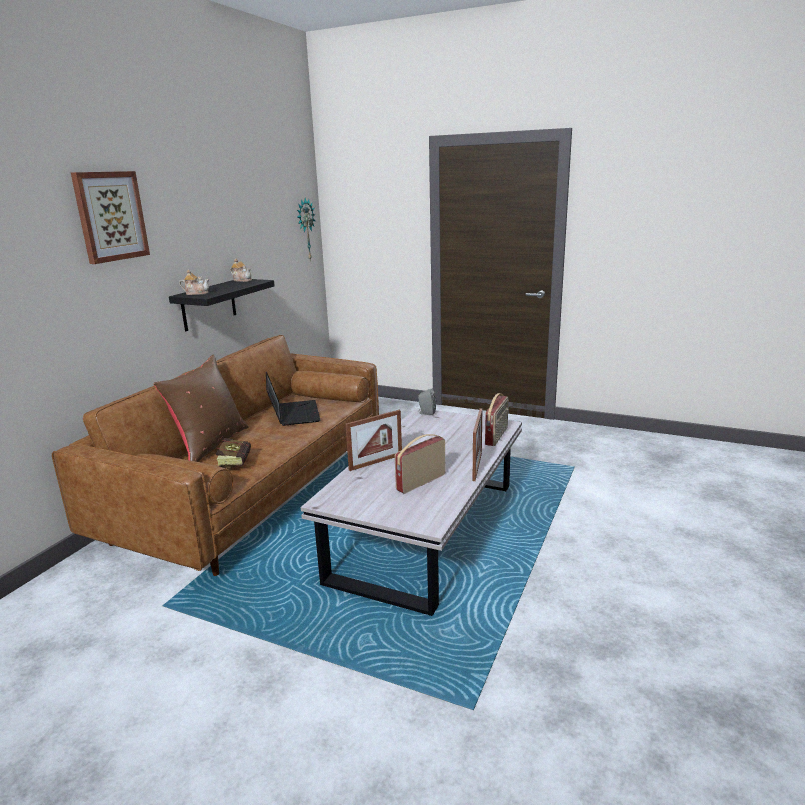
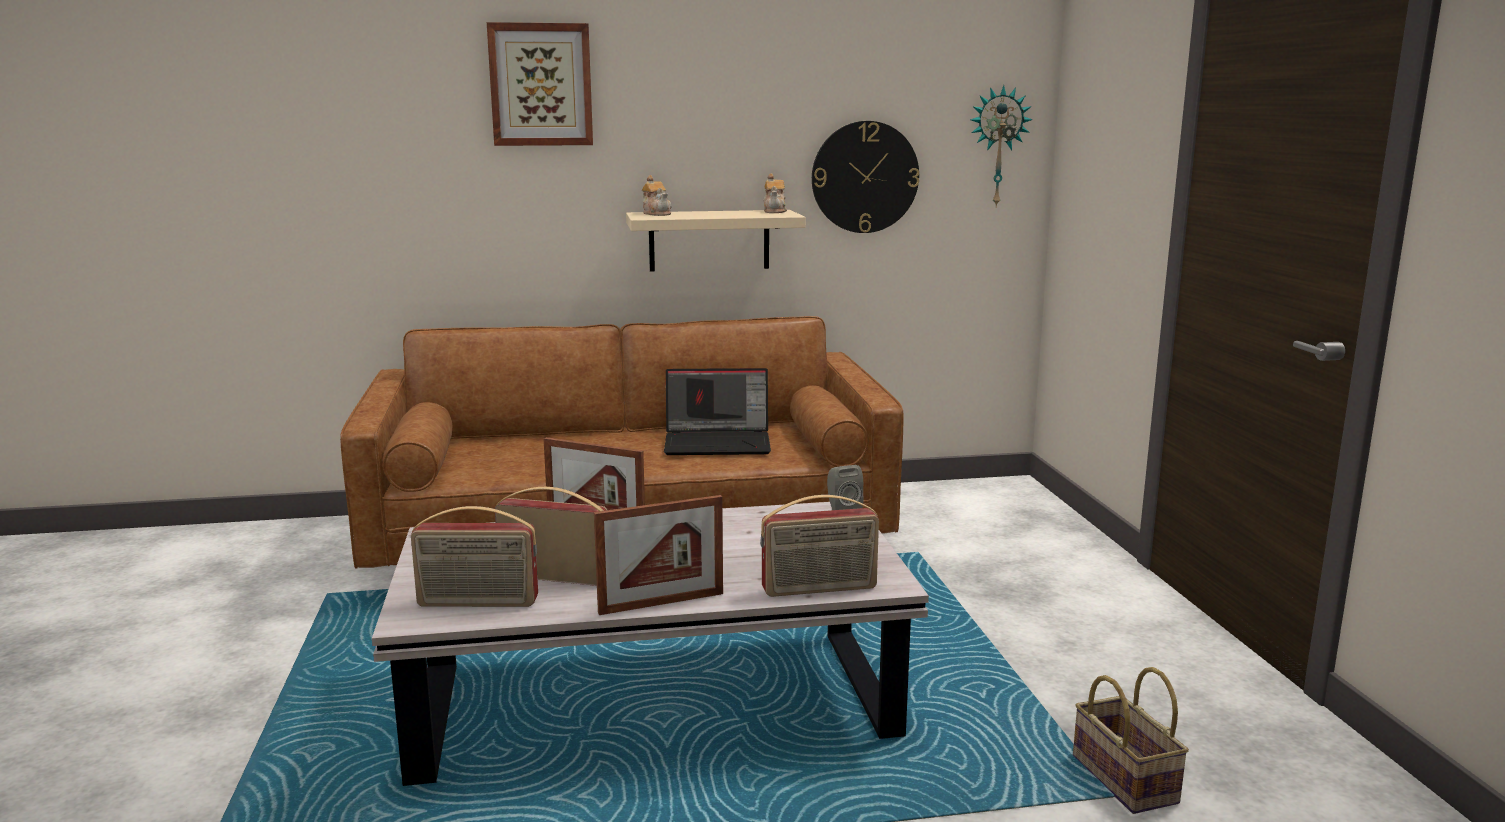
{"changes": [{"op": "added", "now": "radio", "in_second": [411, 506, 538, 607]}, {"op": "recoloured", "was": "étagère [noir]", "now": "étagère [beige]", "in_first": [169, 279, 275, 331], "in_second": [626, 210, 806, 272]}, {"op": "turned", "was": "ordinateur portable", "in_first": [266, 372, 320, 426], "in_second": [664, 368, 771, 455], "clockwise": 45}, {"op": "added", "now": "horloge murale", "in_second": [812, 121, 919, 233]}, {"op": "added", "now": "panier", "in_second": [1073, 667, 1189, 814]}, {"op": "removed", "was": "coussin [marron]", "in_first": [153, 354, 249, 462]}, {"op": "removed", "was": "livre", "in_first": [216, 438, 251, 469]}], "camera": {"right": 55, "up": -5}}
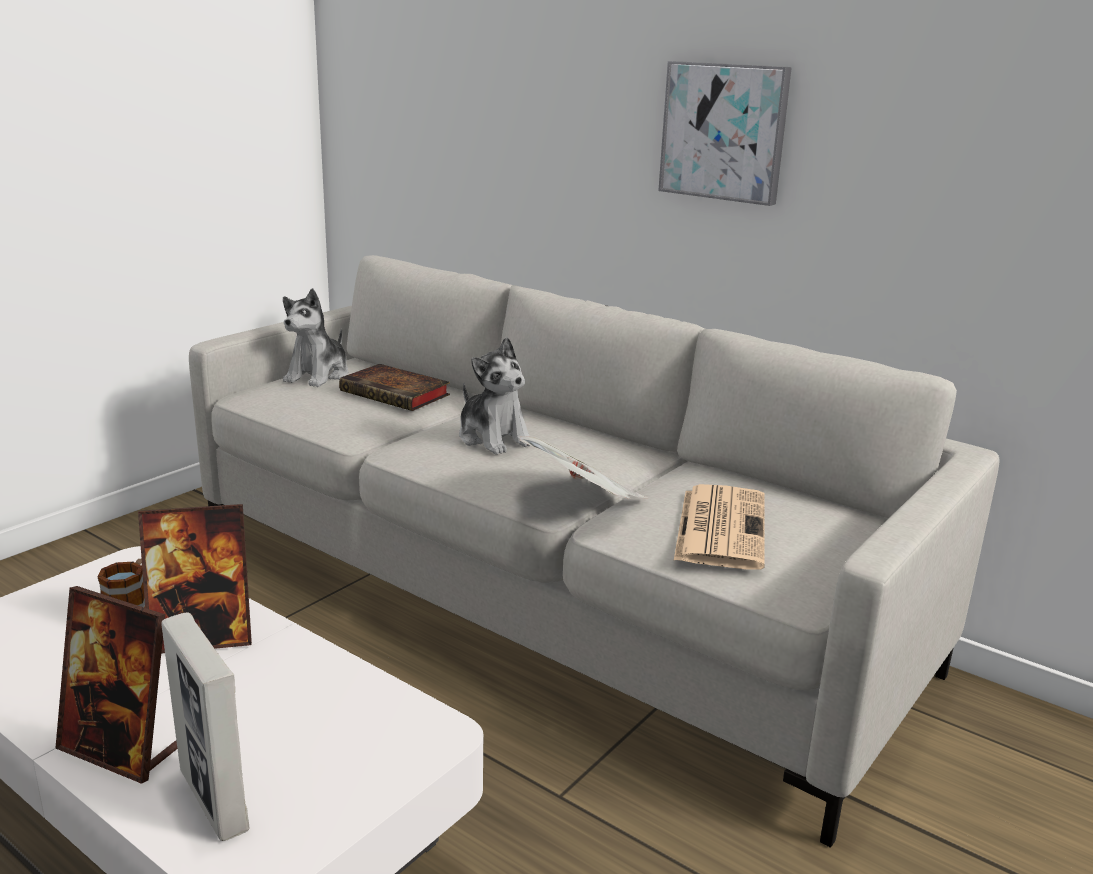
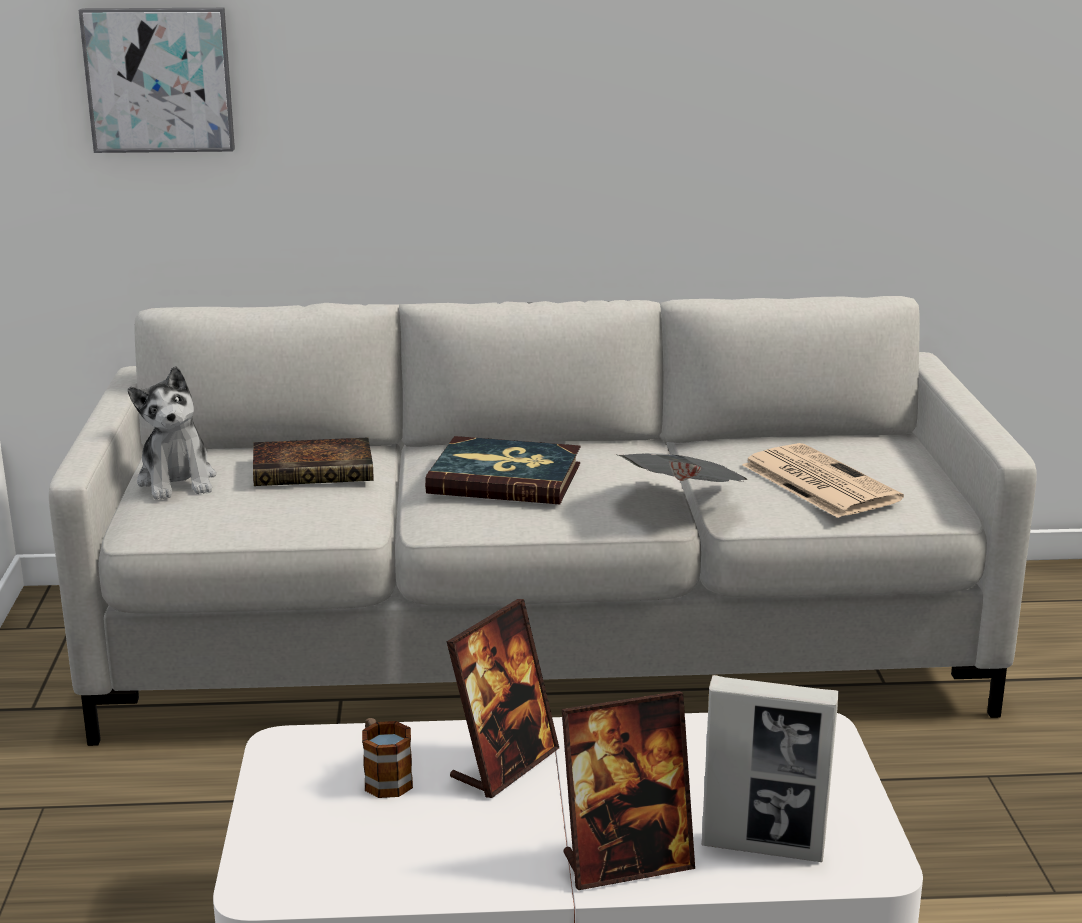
{"changes": [{"op": "moved", "was": "tableau", "in_first": [658, 61, 792, 206], "in_second": [78, 8, 235, 153]}, {"op": "replaced", "was": "peluche", "now": "livre", "in_first": [459, 337, 530, 455], "in_second": [425, 436, 580, 504]}], "camera": {"right": -40, "up": 0}}
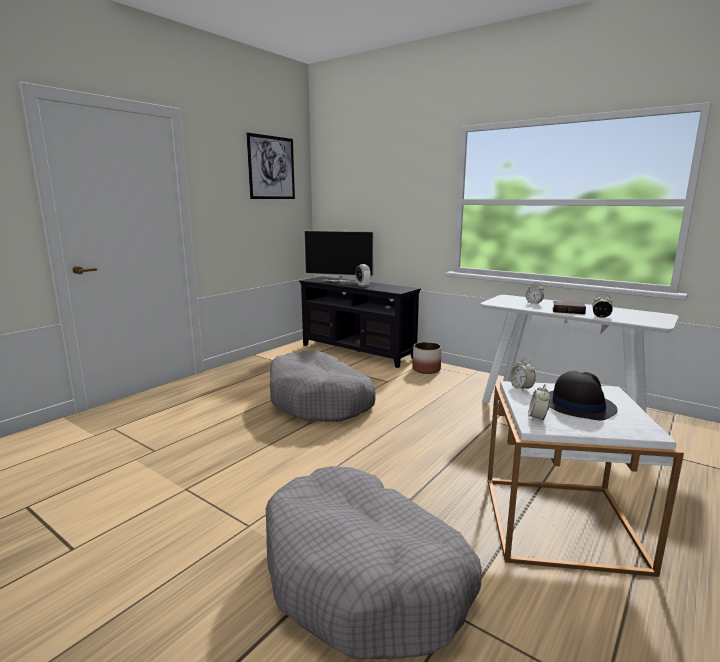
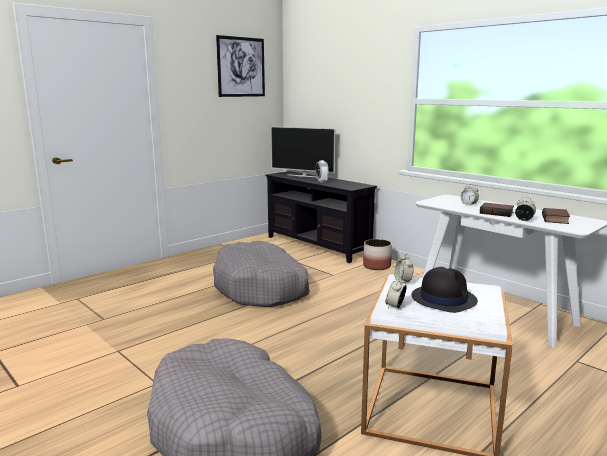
{"changes": [{"op": "added", "now": "livre", "in_second": [542, 208, 570, 224]}], "camera": {"right": 10, "up": 0}}
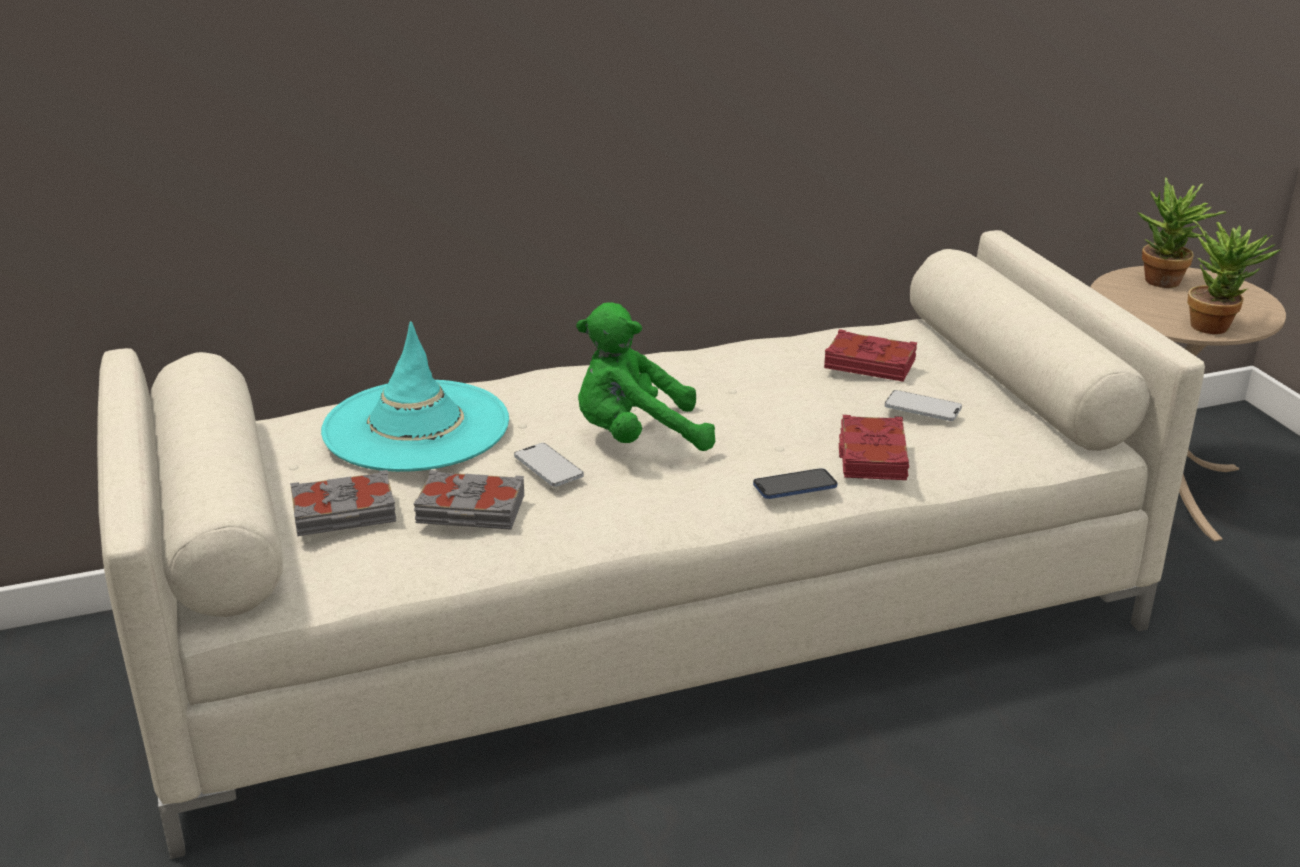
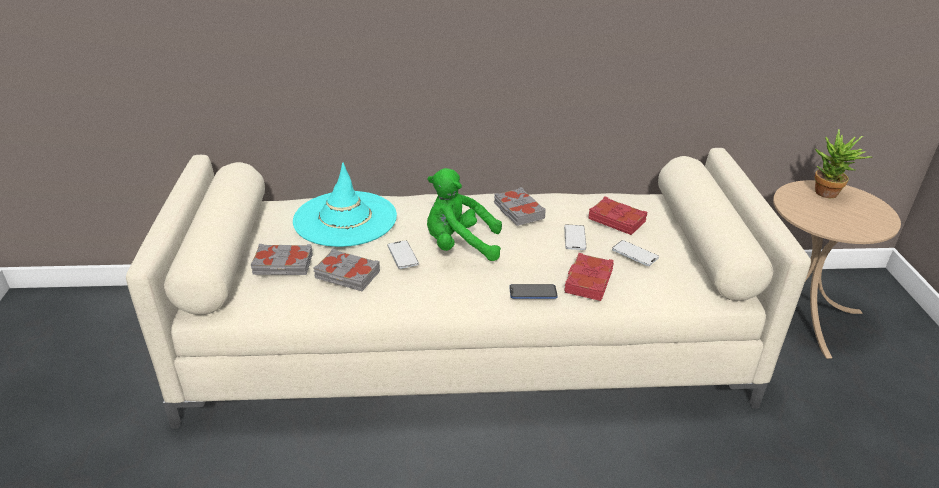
{"changes": [{"op": "added", "now": "livre [gris]", "in_second": [494, 187, 546, 226]}, {"op": "added", "now": "téléphone", "in_second": [564, 224, 586, 250]}, {"op": "removed", "was": "plante en pot", "in_first": [1187, 220, 1281, 334]}], "camera": {"right": 15, "up": 5}}
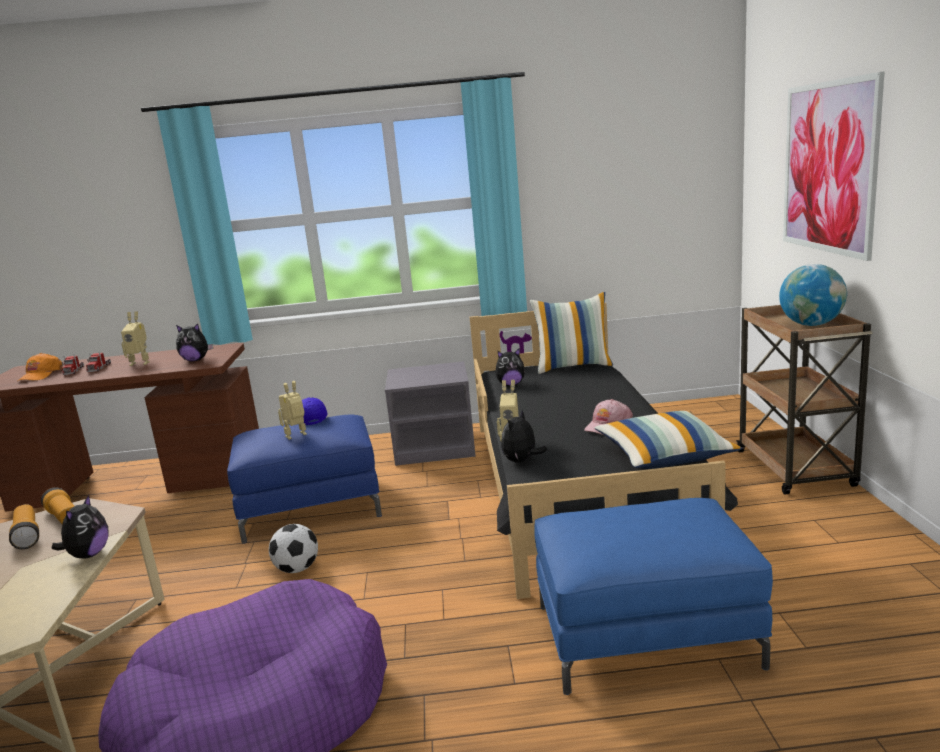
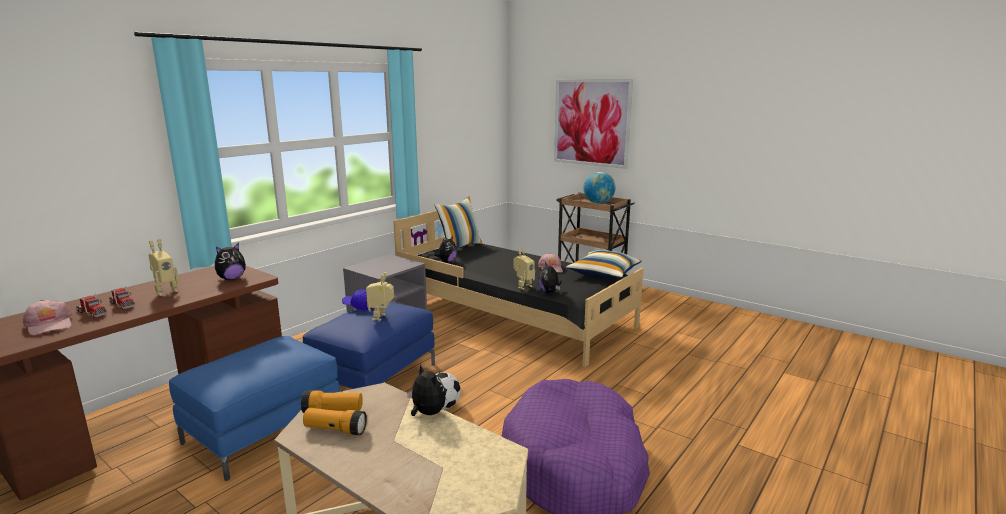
{"changes": [{"op": "recoloured", "was": "casquette [orange]", "now": "casquette [rose]", "in_first": [17, 353, 63, 381], "in_second": [22, 300, 72, 336]}, {"op": "moved", "was": "pouf [bleu]", "in_first": [535, 498, 773, 695], "in_second": [169, 336, 340, 481]}], "camera": {"right": -50, "up": 0}}
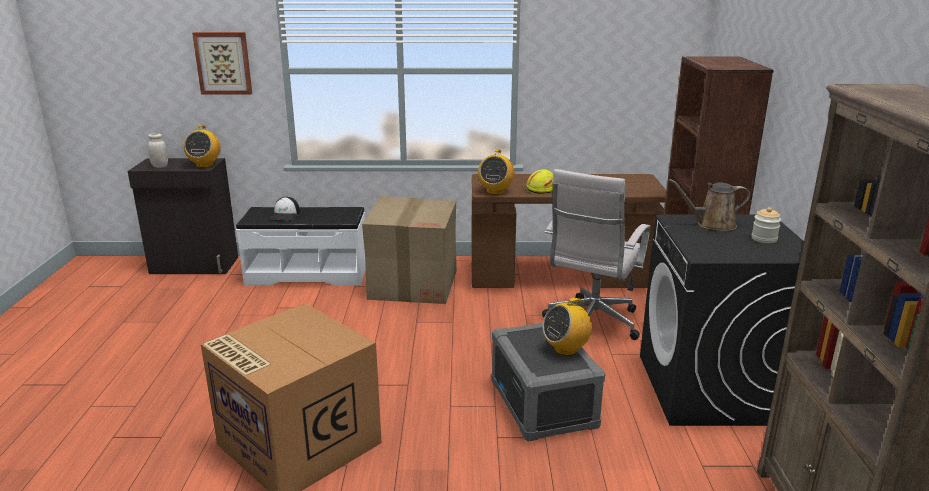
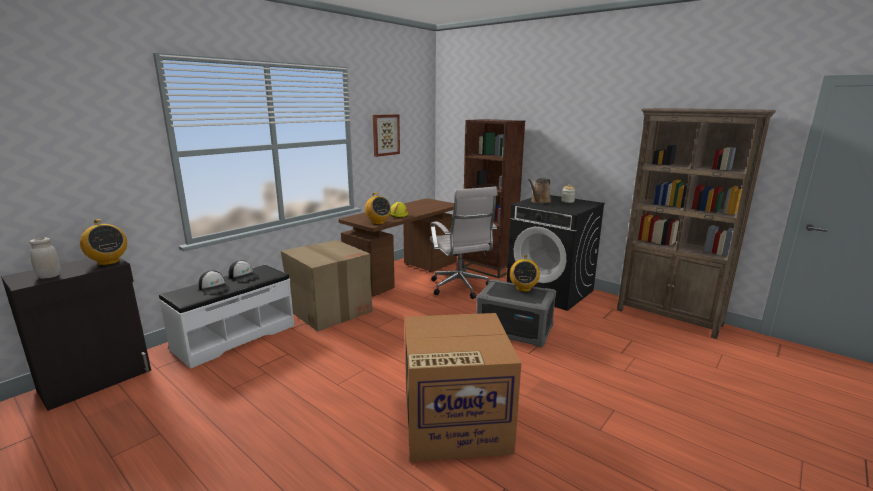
{"changes": [{"op": "added", "now": "casquette", "in_second": [229, 260, 260, 282]}, {"op": "moved", "was": "tableau", "in_first": [192, 32, 252, 94], "in_second": [373, 114, 400, 157]}], "camera": {"right": -50, "up": -5}}
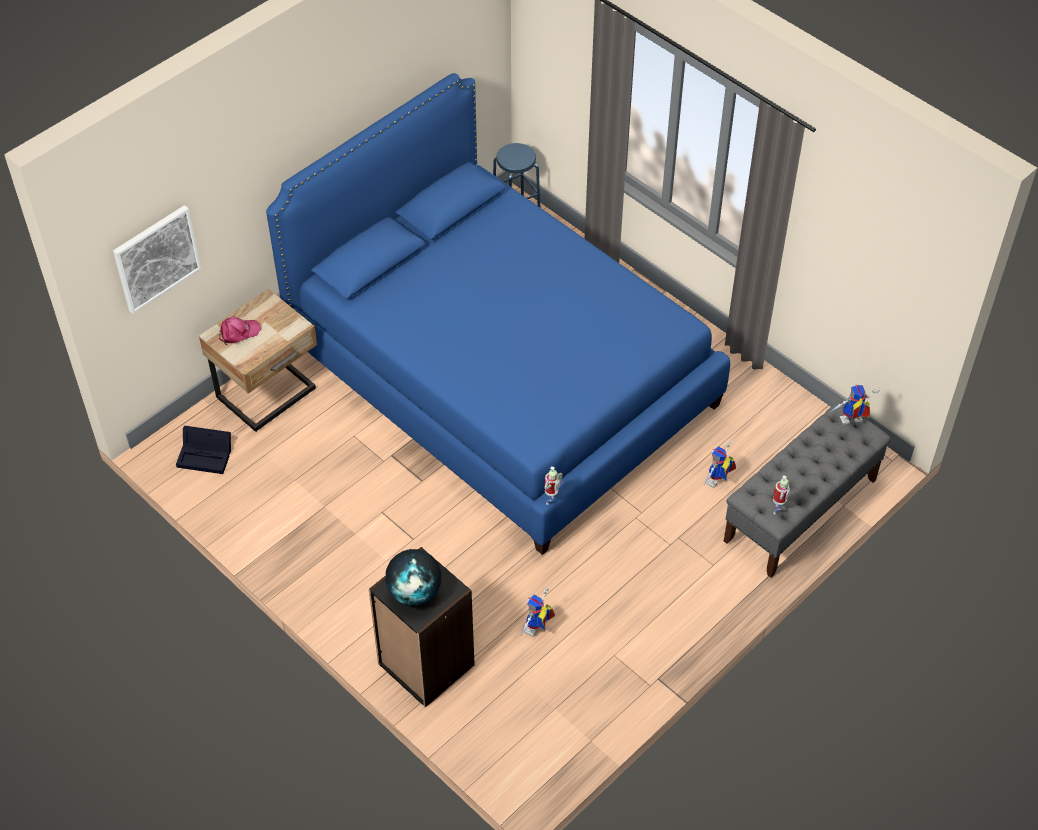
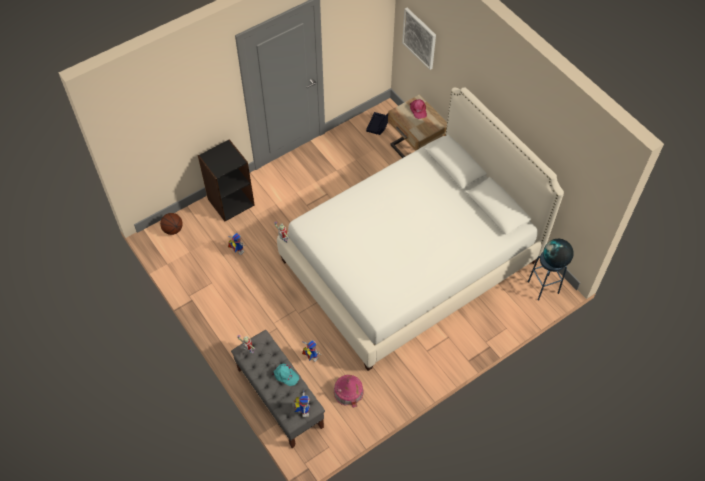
{"changes": [{"op": "added", "now": "ballon de basket", "in_second": [160, 213, 183, 235]}, {"op": "added", "now": "casquette [turquoise]", "in_second": [272, 364, 299, 386]}, {"op": "recoloured", "was": "lit [bleu]", "now": "lit [blanc]", "in_first": [266, 73, 730, 555], "in_second": [277, 87, 564, 371]}, {"op": "added", "now": "maison miniature", "in_second": [334, 375, 364, 408]}, {"op": "moved", "was": "globe", "in_first": [385, 549, 442, 606], "in_second": [543, 239, 574, 268]}], "camera": {"right": 100, "up": 5}}
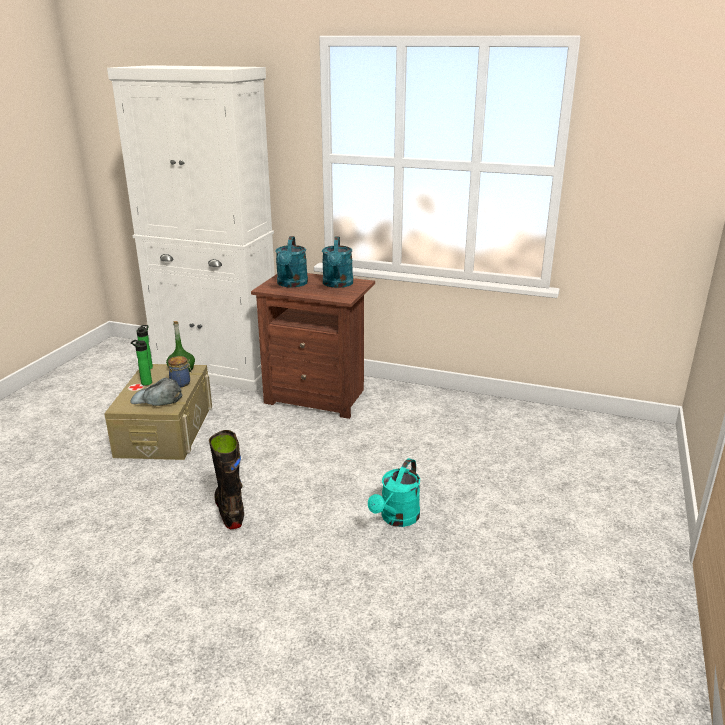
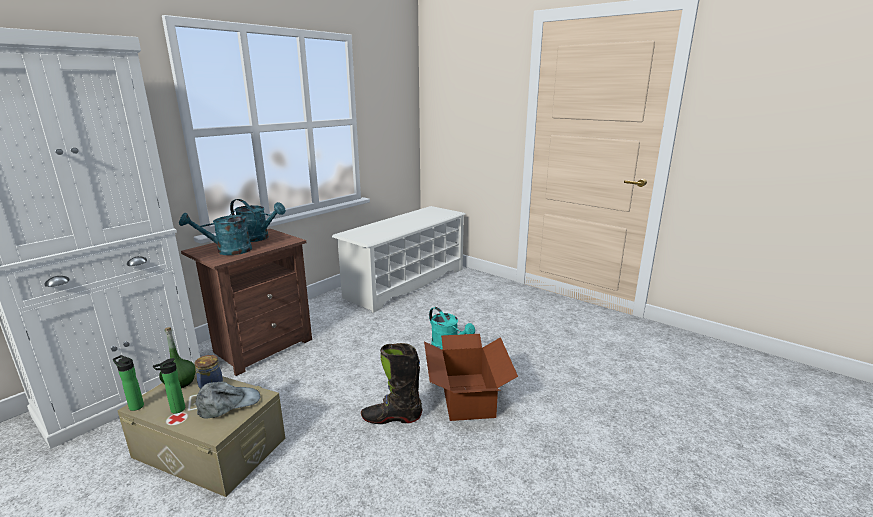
{"changes": [{"op": "turned", "was": "arrosoir [turquoise]", "in_first": [276, 236, 308, 288], "in_second": [179, 208, 257, 255], "clockwise": 135}, {"op": "turned", "was": "casquette [gris]", "in_first": [130, 378, 183, 406], "in_second": [196, 382, 260, 419], "clockwise": -150}, {"op": "added", "now": "étagère à chaussures [blanc]", "in_second": [332, 206, 465, 313]}, {"op": "added", "now": "carton", "in_second": [424, 334, 518, 421]}], "camera": {"right": -70, "up": -5}}
